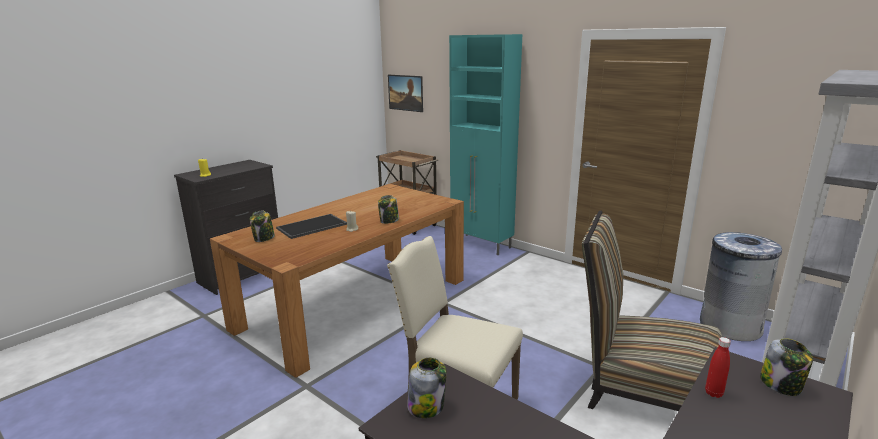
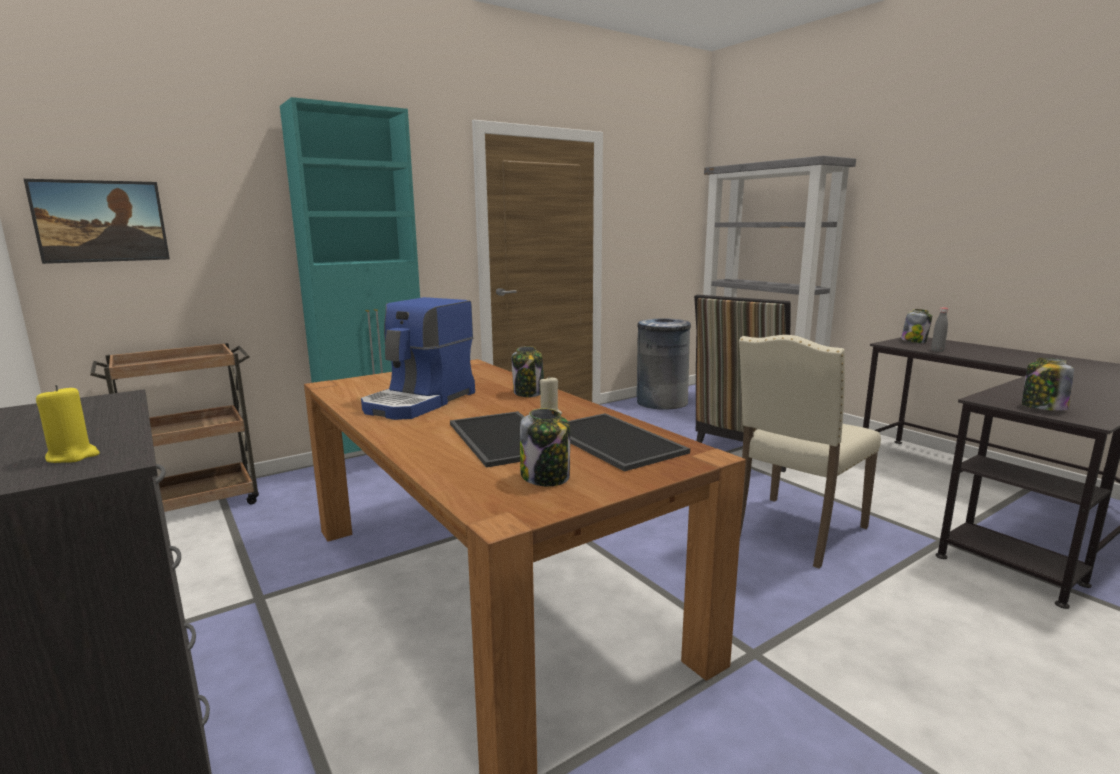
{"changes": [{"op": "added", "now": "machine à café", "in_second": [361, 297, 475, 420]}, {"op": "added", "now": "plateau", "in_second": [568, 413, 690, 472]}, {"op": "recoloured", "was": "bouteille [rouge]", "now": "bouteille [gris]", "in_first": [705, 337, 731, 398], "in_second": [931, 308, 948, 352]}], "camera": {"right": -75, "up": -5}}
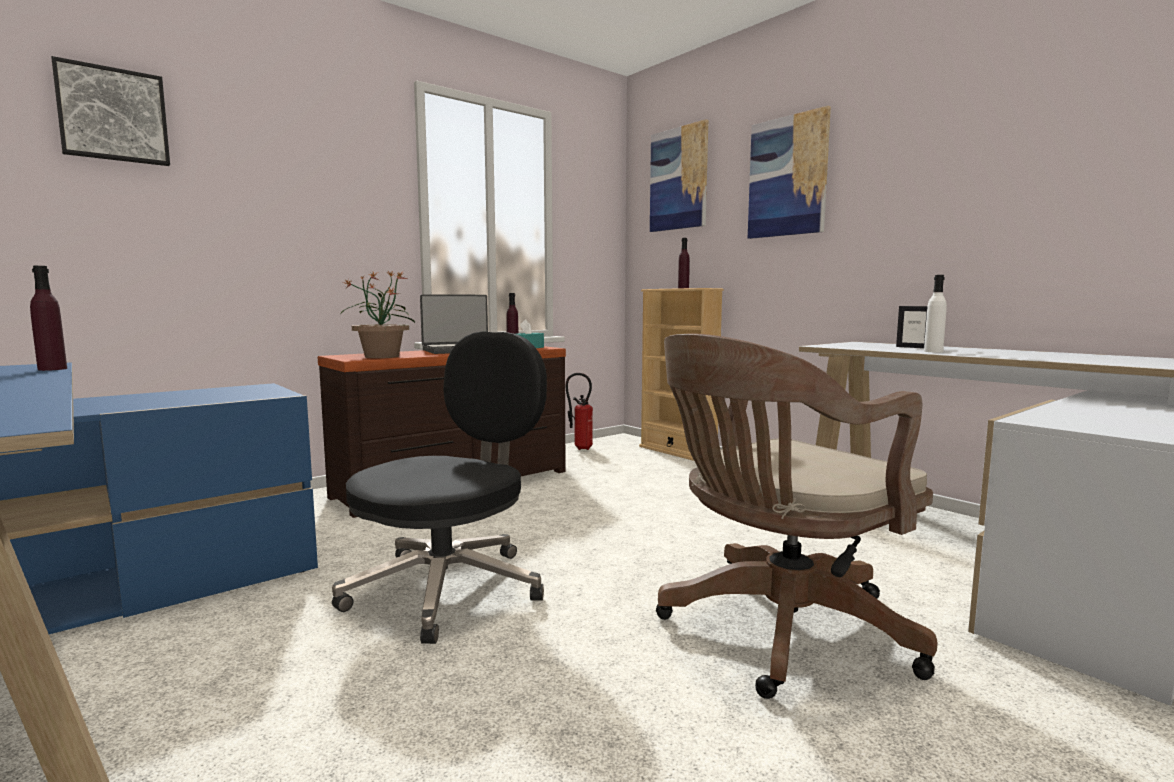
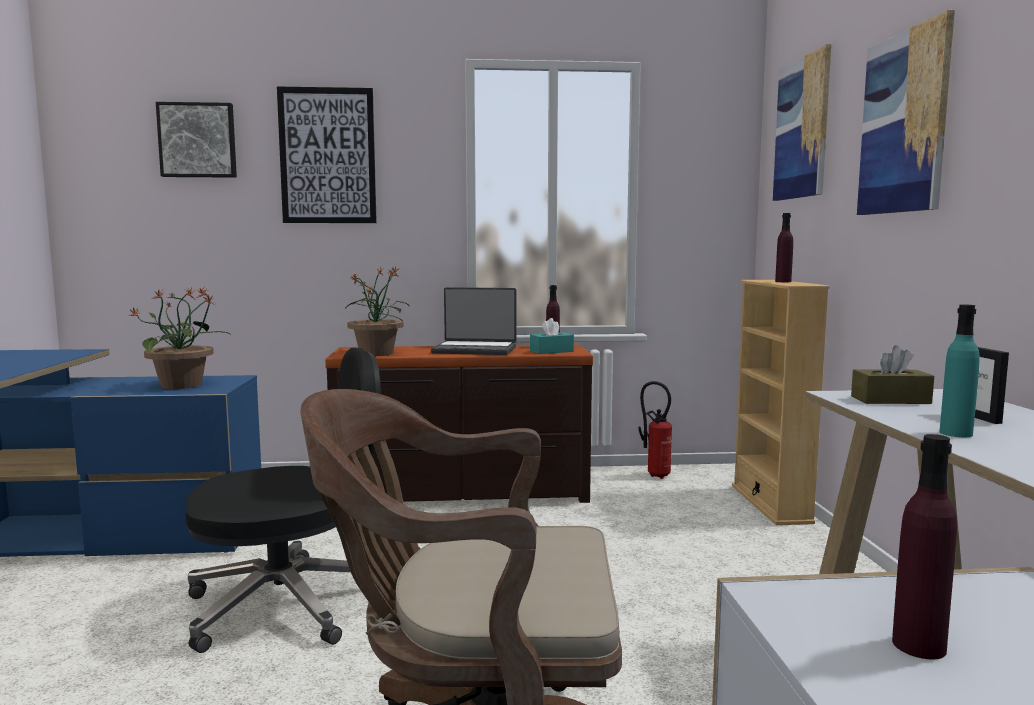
{"changes": [{"op": "added", "now": "plante en pot", "in_second": [127, 287, 230, 389]}, {"op": "added", "now": "tableau", "in_second": [277, 86, 377, 223]}, {"op": "added", "now": "boîte à mouchoirs [marron]", "in_second": [851, 345, 934, 404]}, {"op": "moved", "was": "bouteille [violet]", "in_first": [30, 266, 67, 371], "in_second": [892, 434, 957, 660]}, {"op": "recoloured", "was": "bouteille [blanc]", "now": "bouteille [turquoise]", "in_first": [924, 275, 947, 353], "in_second": [939, 305, 980, 437]}], "camera": {"right": 35, "up": 0}}
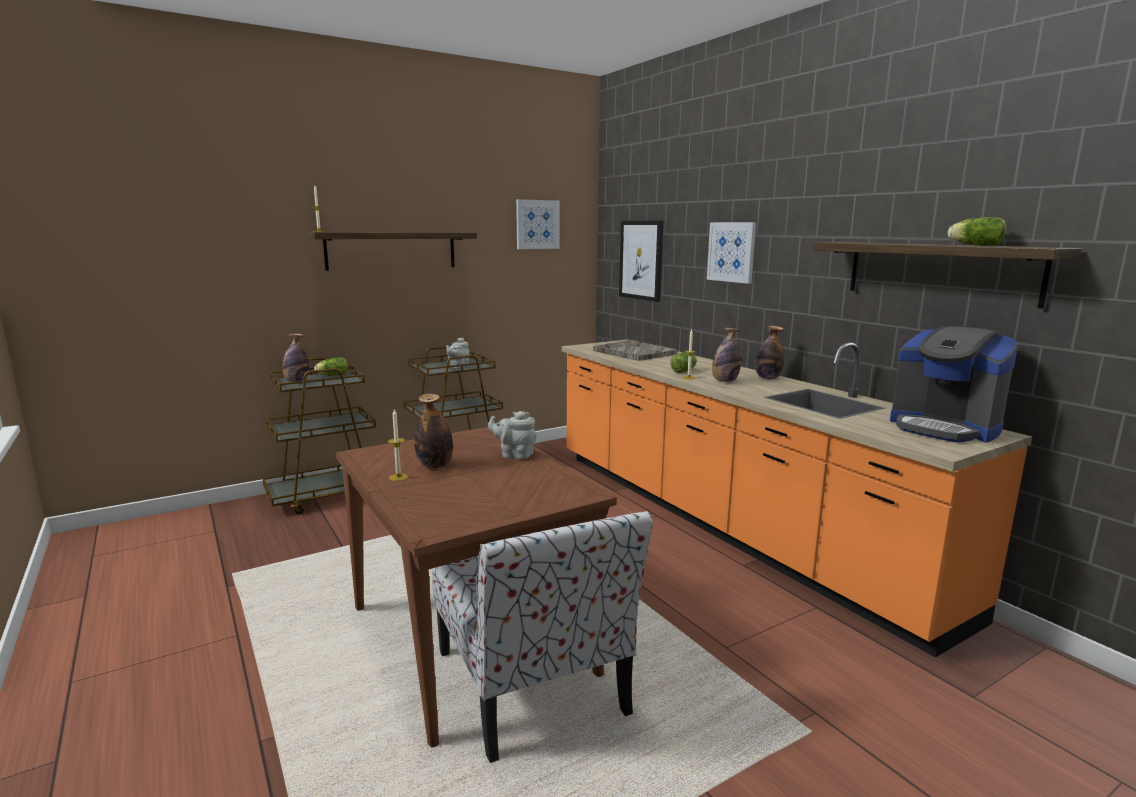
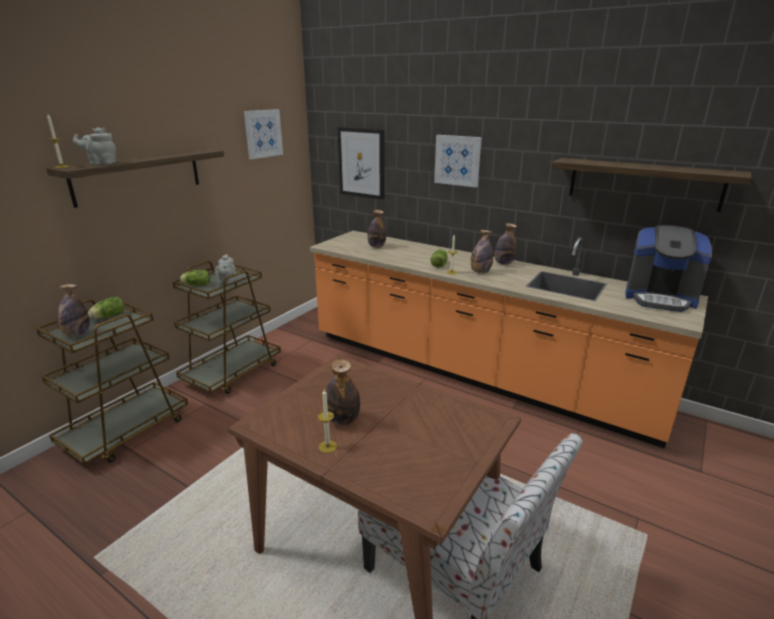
{"changes": [{"op": "moved", "was": "théière [gris]", "in_first": [488, 411, 537, 459], "in_second": [73, 127, 116, 165]}, {"op": "moved", "was": "laitue", "in_first": [948, 217, 1006, 246], "in_second": [180, 270, 210, 286]}, {"op": "replaced", "was": "plateau [gris]", "now": "bouteille", "in_first": [593, 340, 678, 361], "in_second": [367, 210, 386, 248]}], "camera": {"right": -25, "up": 10}}
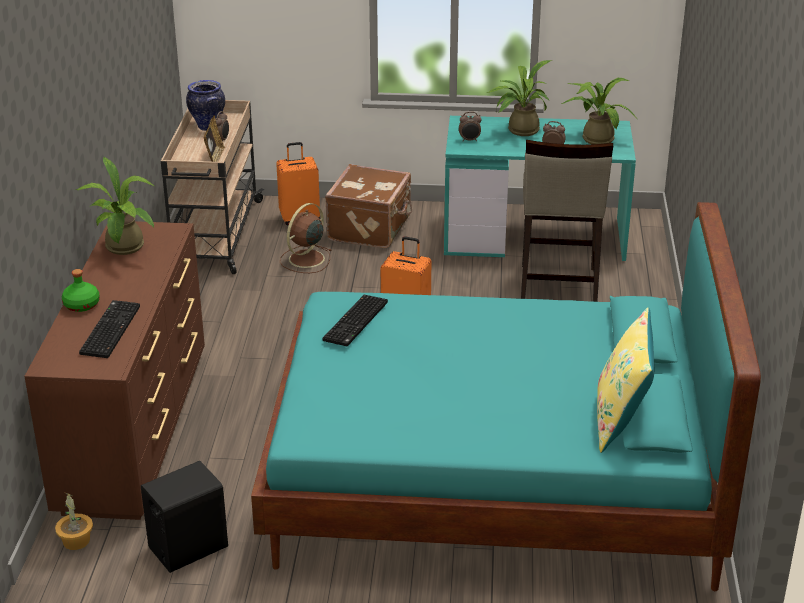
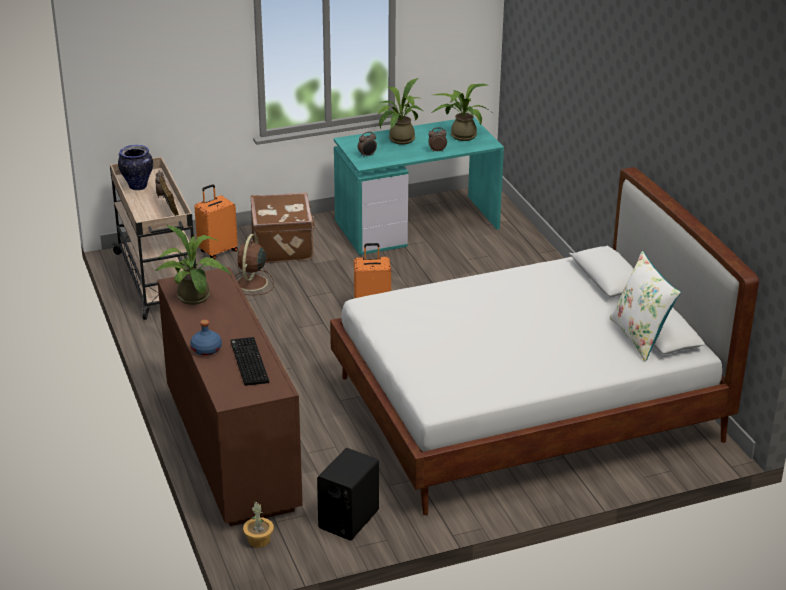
{"changes": [{"op": "recoloured", "was": "bouteille [vert]", "now": "bouteille [bleu]", "in_first": [62, 269, 100, 312], "in_second": [190, 320, 222, 355]}, {"op": "recoloured", "was": "lit [turquoise]", "now": "lit [blanc]", "in_first": [251, 202, 761, 591], "in_second": [330, 167, 759, 515]}, {"op": "recoloured", "was": "coussin [jaune]", "now": "coussin [blanc]", "in_first": [597, 308, 654, 453], "in_second": [610, 251, 681, 362]}, {"op": "removed", "was": "clavier", "in_first": [322, 295, 388, 346]}, {"op": "removed", "was": "tabouret [beige]", "in_first": [521, 140, 613, 302]}], "camera": {"right": -25, "up": 0}}
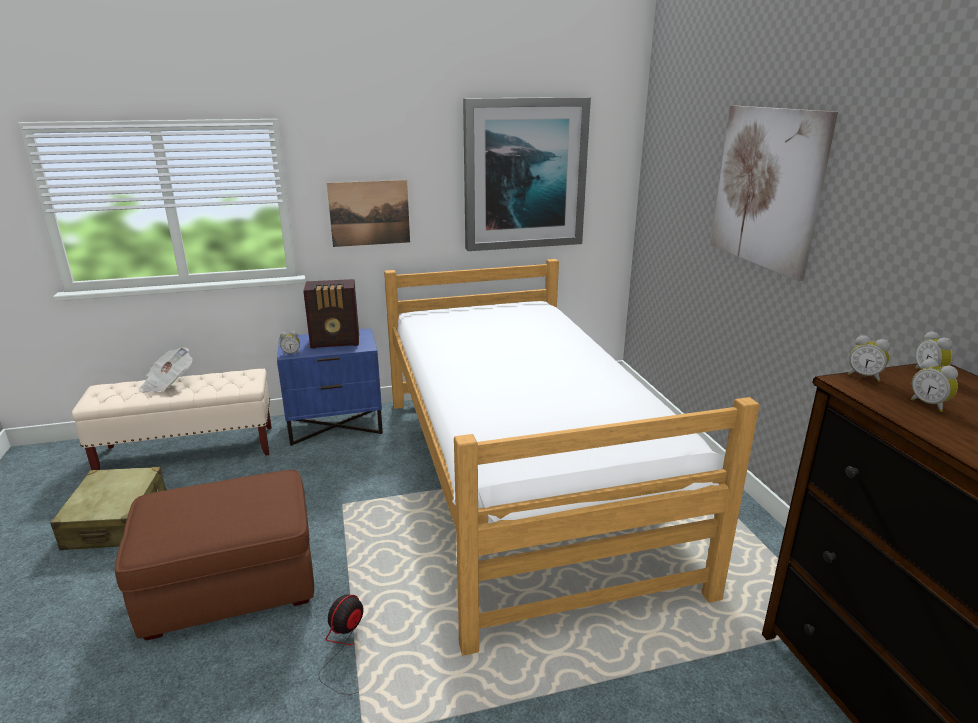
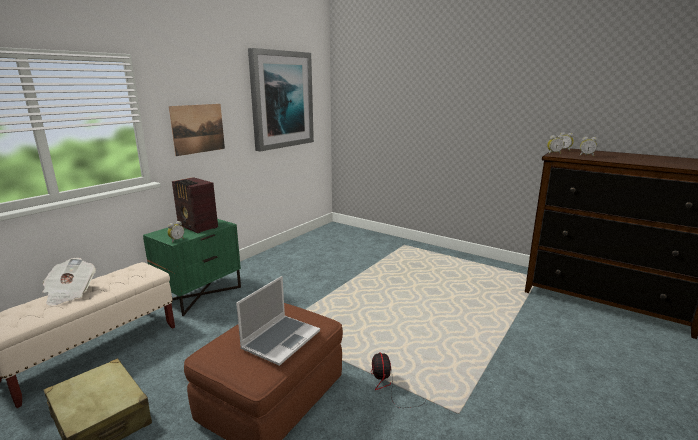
{"changes": [{"op": "recoloured", "was": "table de chevet [bleu]", "now": "table de chevet [vert]", "in_first": [277, 328, 383, 446], "in_second": [143, 219, 241, 316]}, {"op": "turned", "was": "radio", "in_first": [303, 279, 359, 349], "in_second": [172, 177, 218, 234], "clockwise": 90}, {"op": "added", "now": "ordinateur portable", "in_second": [236, 276, 320, 366]}, {"op": "removed", "was": "lit", "in_first": [384, 259, 760, 656]}, {"op": "removed", "was": "tableau", "in_first": [711, 105, 838, 281]}], "camera": {"right": -40, "up": -5}}
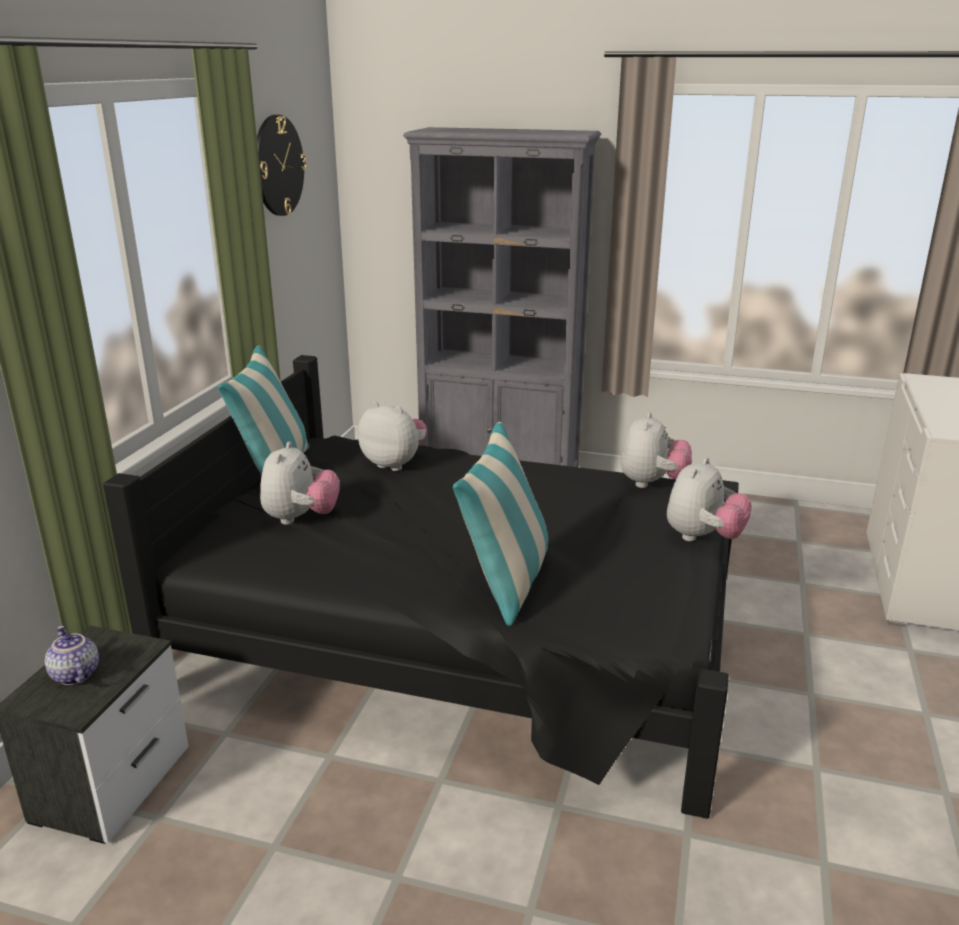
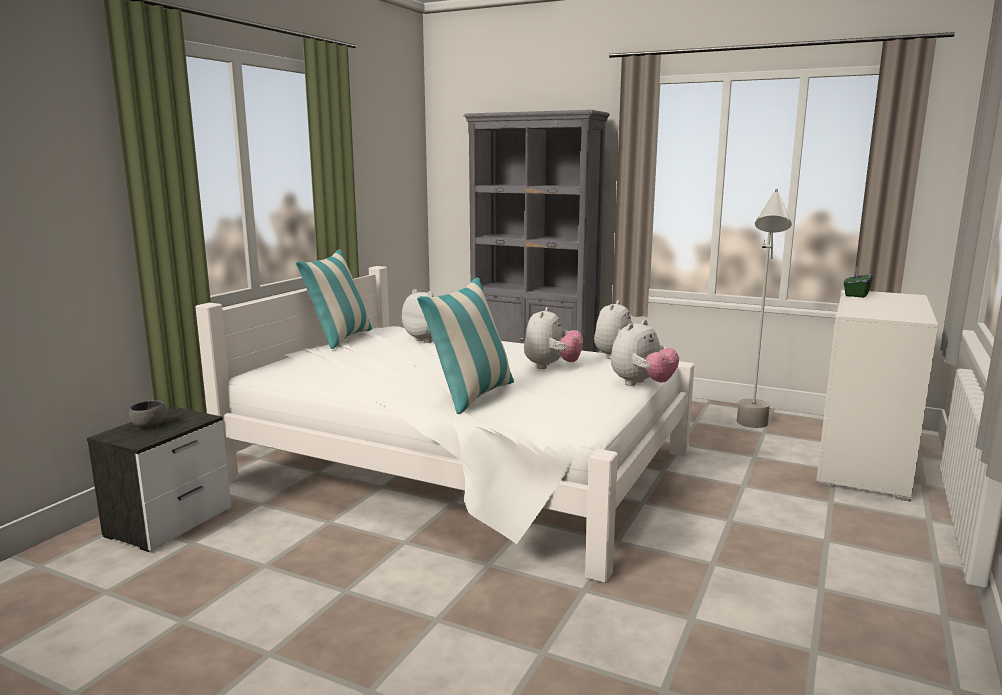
{"changes": [{"op": "replaced", "was": "théière", "now": "bol [gris]", "in_first": [45, 626, 99, 685], "in_second": [129, 400, 166, 428]}, {"op": "recoloured", "was": "lit [noir]", "now": "lit [blanc]", "in_first": [103, 355, 739, 819], "in_second": [196, 266, 694, 583]}, {"op": "moved", "was": "peluche", "in_first": [260, 441, 340, 525], "in_second": [524, 307, 583, 369]}, {"op": "added", "now": "lampadaire [gris]", "in_second": [737, 189, 792, 428]}, {"op": "added", "now": "boîte à mouchoirs [vert]", "in_second": [844, 266, 873, 298]}, {"op": "removed", "was": "horloge murale", "in_first": [257, 115, 307, 216]}], "camera": {"right": 10, "up": -10}}
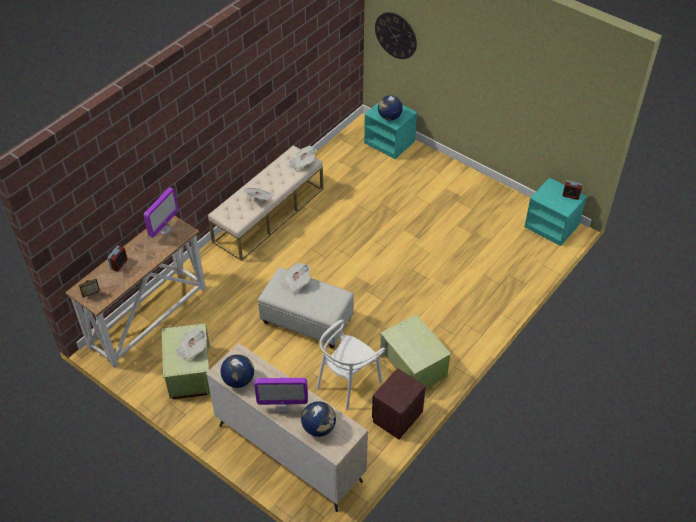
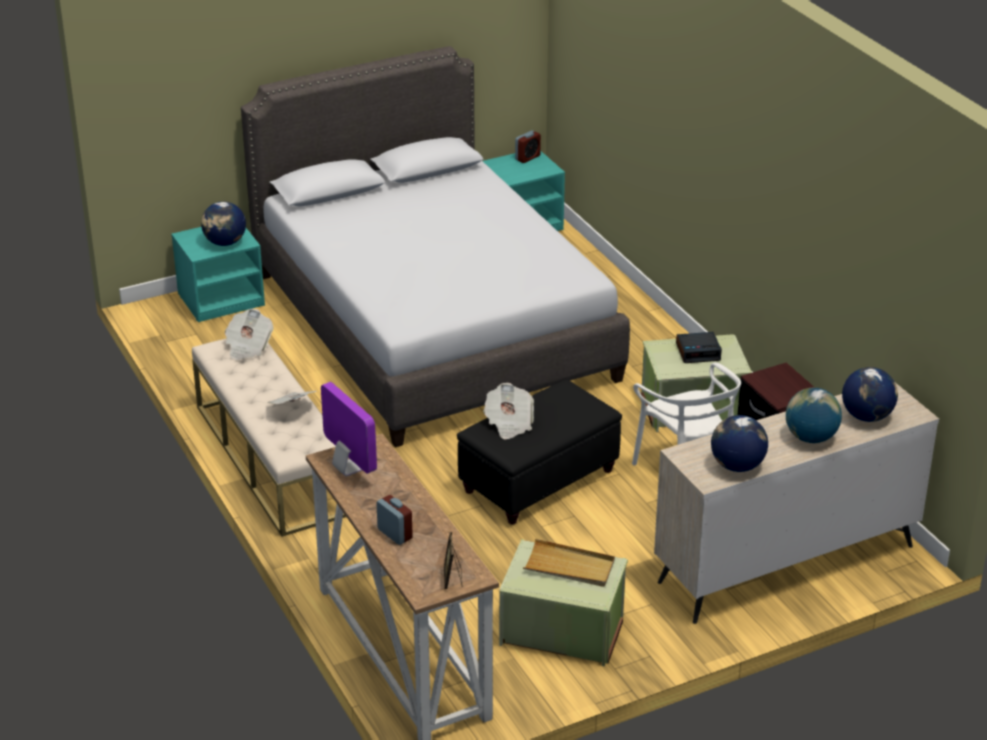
{"changes": [{"op": "added", "now": "lit [gris]", "in_second": [241, 46, 630, 447]}, {"op": "recoloured", "was": "pouf [blanc]", "now": "pouf [noir]", "in_first": [257, 267, 354, 349], "in_second": [457, 380, 622, 525]}, {"op": "replaced", "was": "journal", "now": "plateau [beige]", "in_first": [175, 328, 206, 361], "in_second": [523, 539, 615, 587]}, {"op": "added", "now": "réveil", "in_second": [676, 332, 722, 363]}, {"op": "replaced", "was": "écran d'ordinateur", "now": "globe", "in_first": [254, 378, 308, 413], "in_second": [786, 388, 842, 443]}, {"op": "removed", "was": "horloge murale", "in_first": [375, 12, 417, 59]}], "camera": {"right": -65, "up": -15}}
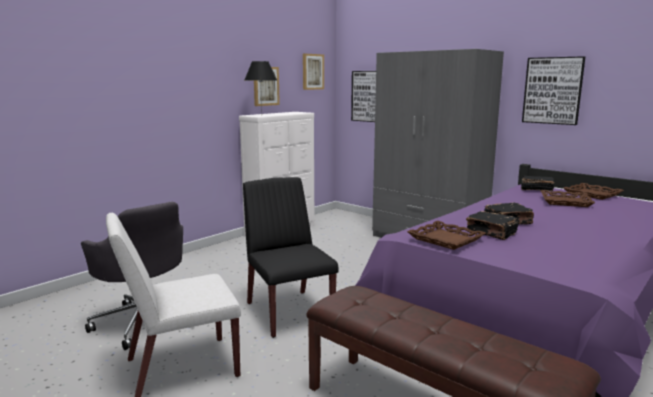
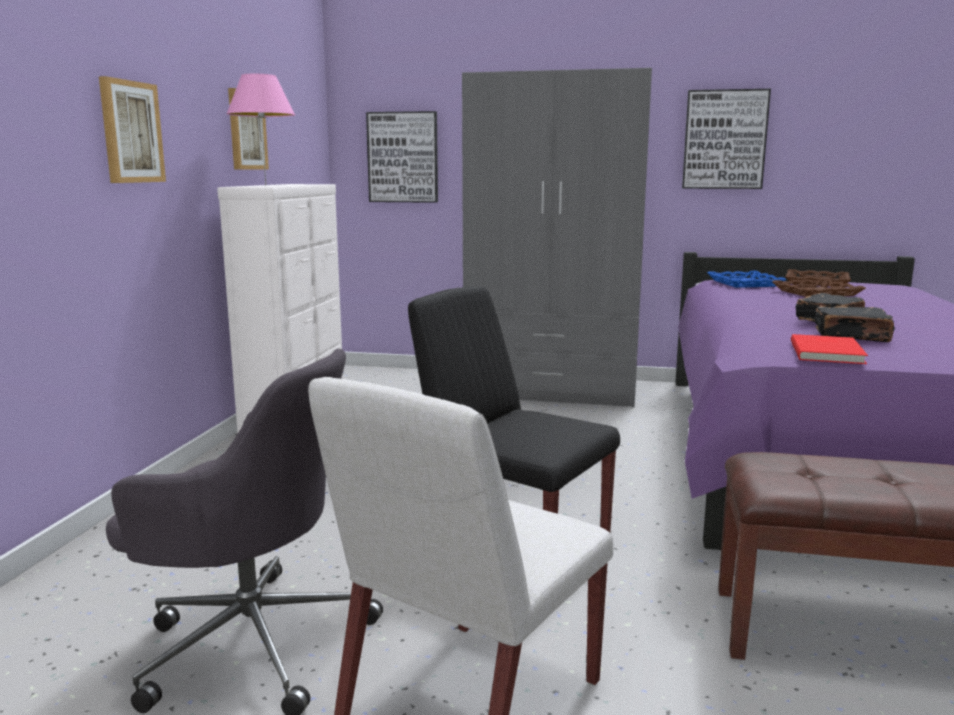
{"changes": [{"op": "moved", "was": "tableau", "in_first": [303, 54, 324, 90], "in_second": [99, 76, 166, 183]}, {"op": "recoloured", "was": "lampe de table [noir]", "now": "lampe de table [rose]", "in_first": [244, 61, 277, 108], "in_second": [226, 74, 295, 186]}, {"op": "replaced", "was": "livre [noir]", "now": "plateau [bleu]", "in_first": [521, 176, 554, 191], "in_second": [707, 271, 787, 288]}, {"op": "replaced", "was": "plateau [marron]", "now": "livre [rouge]", "in_first": [407, 221, 486, 250], "in_second": [791, 334, 868, 364]}], "camera": {"right": -30, "up": 0}}
